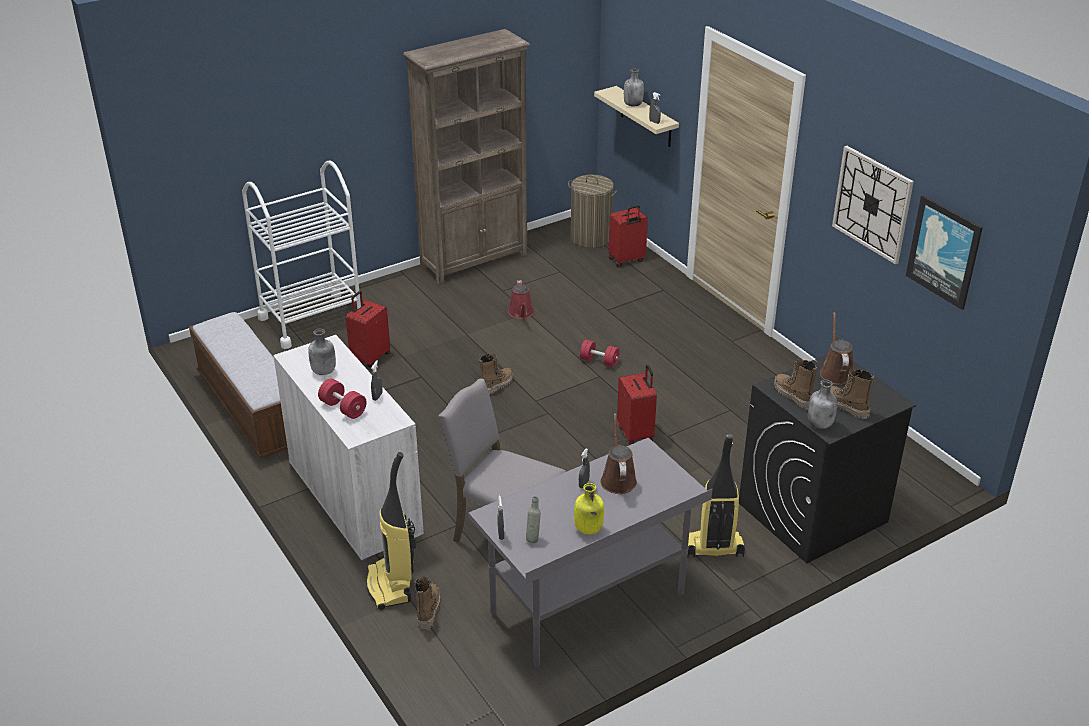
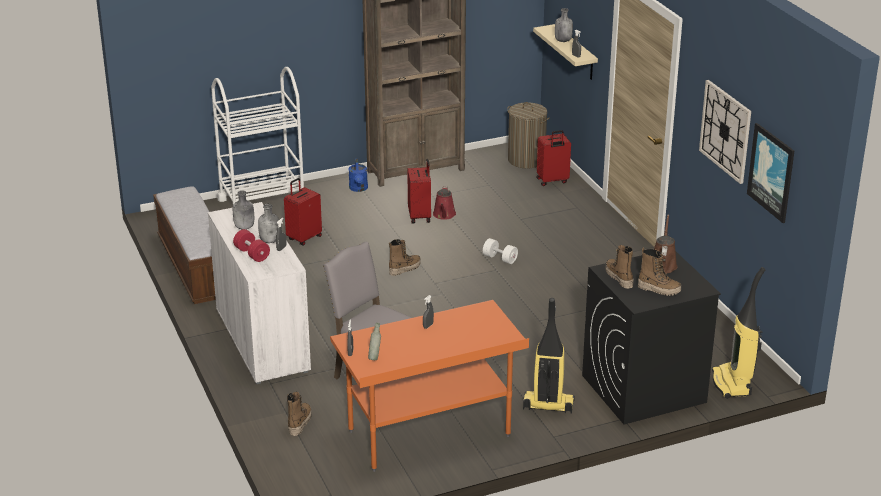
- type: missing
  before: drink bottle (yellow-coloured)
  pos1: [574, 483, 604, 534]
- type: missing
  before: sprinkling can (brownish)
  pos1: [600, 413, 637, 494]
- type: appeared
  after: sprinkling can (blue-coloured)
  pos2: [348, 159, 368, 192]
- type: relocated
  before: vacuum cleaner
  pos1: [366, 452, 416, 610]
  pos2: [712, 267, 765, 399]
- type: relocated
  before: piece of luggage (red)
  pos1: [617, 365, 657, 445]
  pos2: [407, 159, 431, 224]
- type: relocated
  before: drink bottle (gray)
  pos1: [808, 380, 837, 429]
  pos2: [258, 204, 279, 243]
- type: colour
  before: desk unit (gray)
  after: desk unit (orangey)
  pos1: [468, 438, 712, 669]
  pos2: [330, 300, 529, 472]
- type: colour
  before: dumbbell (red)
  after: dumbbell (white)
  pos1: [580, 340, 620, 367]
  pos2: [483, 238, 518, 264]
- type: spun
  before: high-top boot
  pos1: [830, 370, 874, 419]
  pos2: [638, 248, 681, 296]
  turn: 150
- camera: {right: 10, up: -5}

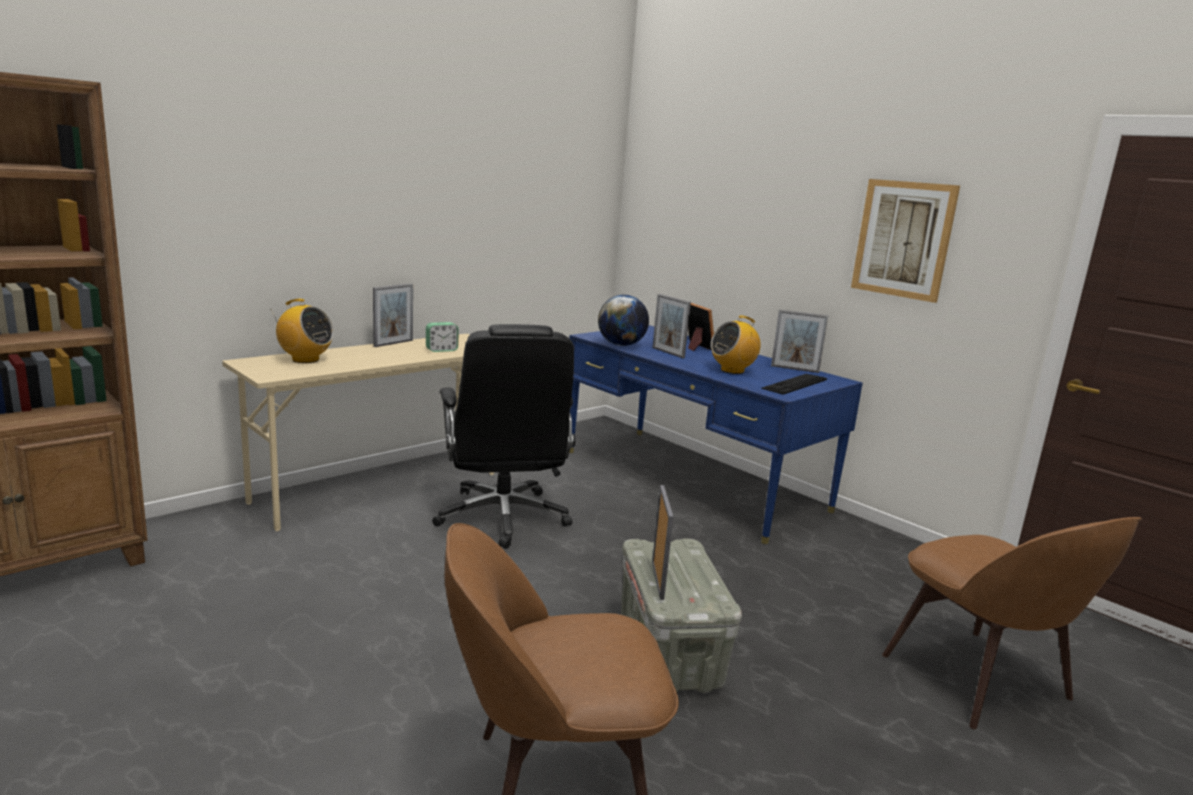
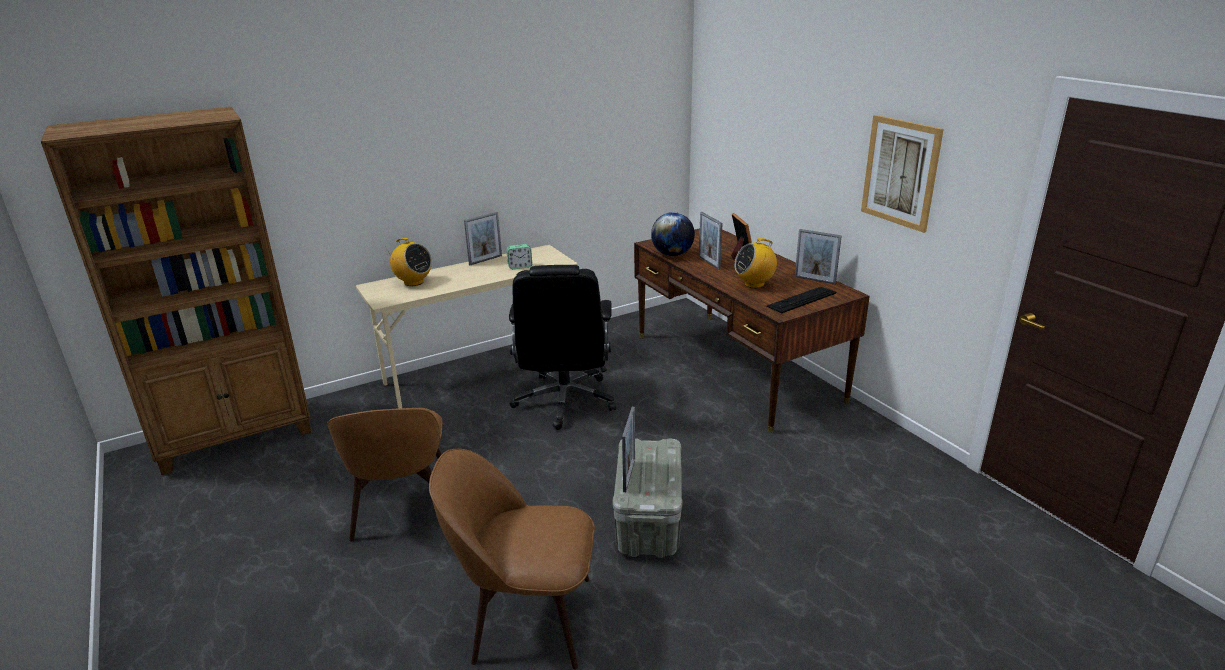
- type: relocated
  before: chair (brownish)
  pos1: [882, 517, 1142, 729]
  pos2: [327, 408, 442, 542]
- type: colour
  before: desk unit (blue-coloured)
  after: desk unit (brownish)
  pos1: [569, 325, 863, 544]
  pos2: [634, 228, 870, 433]
- camera: {right: 15, up: 10}

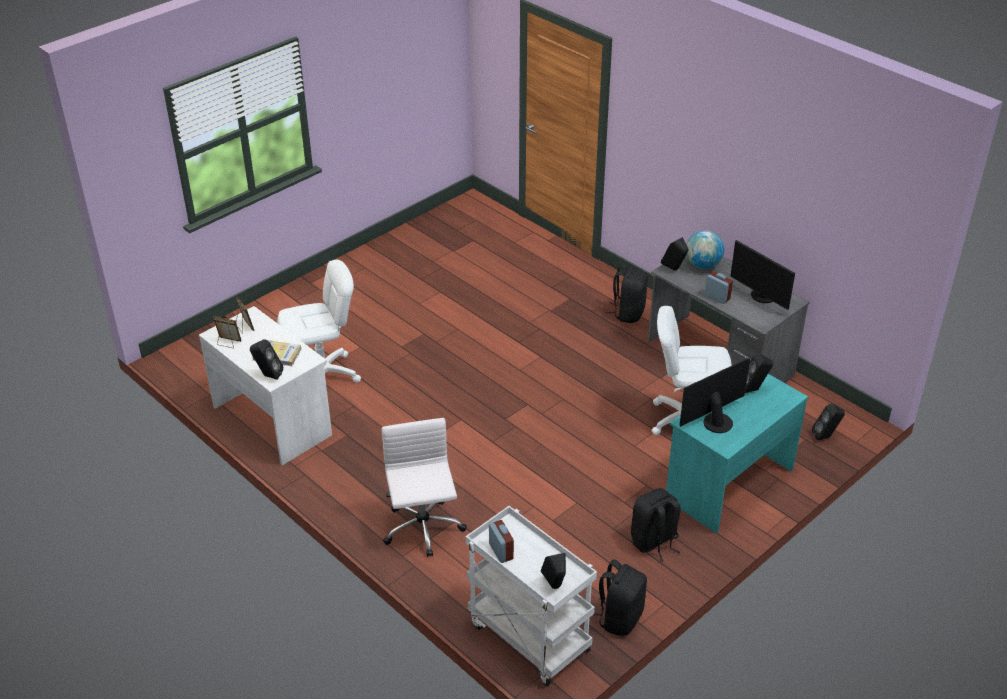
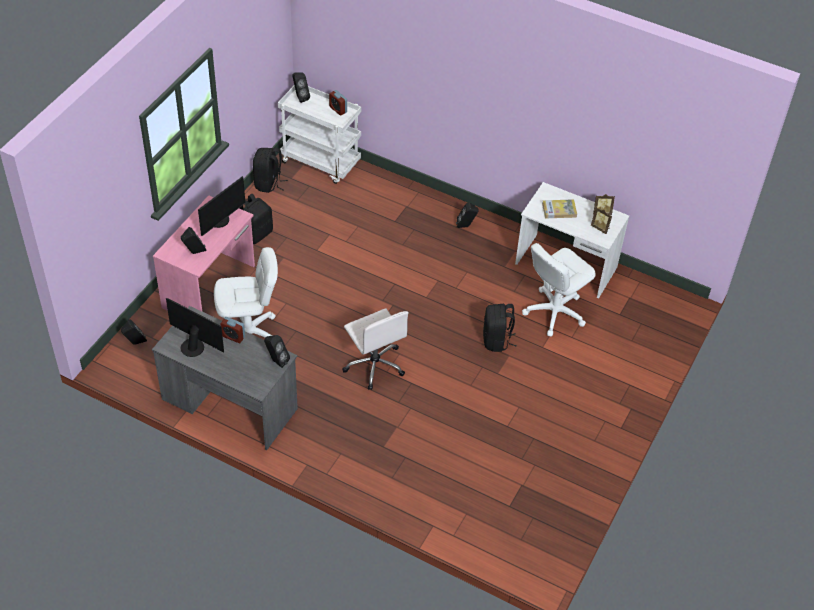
- type: missing
  before: desk globe
  pos1: [686, 230, 724, 269]
- type: relocated
  before: audio speaker (black-coloured)
  pos1: [250, 339, 283, 380]
  pos2: [456, 202, 479, 228]
- type: relocated
  before: computer chair (white)
  pos1: [382, 418, 467, 557]
  pos2: [342, 308, 409, 390]
- type: relocated
  before: backpack (black-coloured)
  pos1: [605, 264, 648, 323]
  pos2: [483, 304, 517, 352]
- type: colour
  before: desk unit (turquoise-coloured)
  after: desk unit (pinkish)
  pos1: [666, 374, 808, 534]
  pos2: [153, 195, 255, 311]
- camera: {right: 160, up: 10}

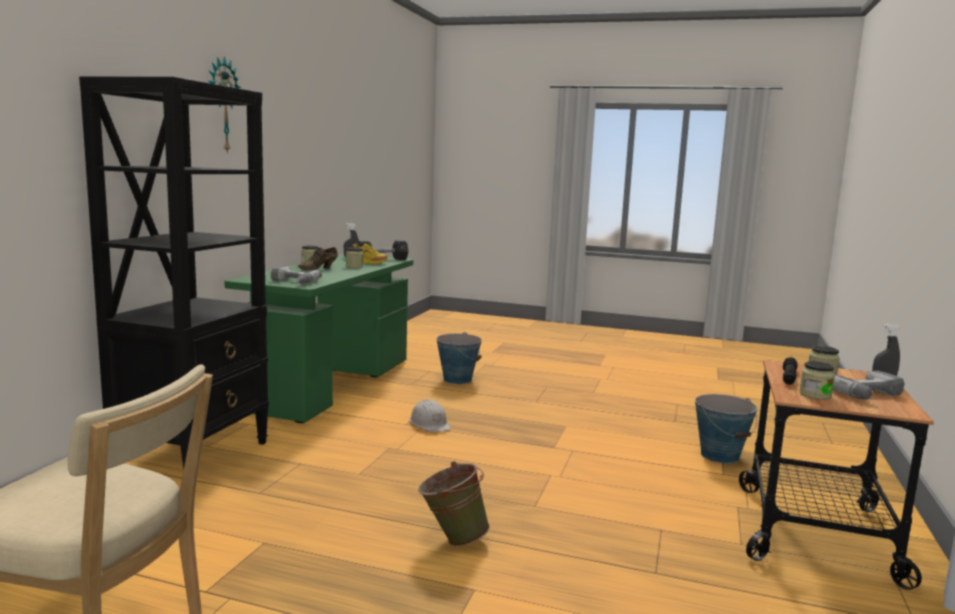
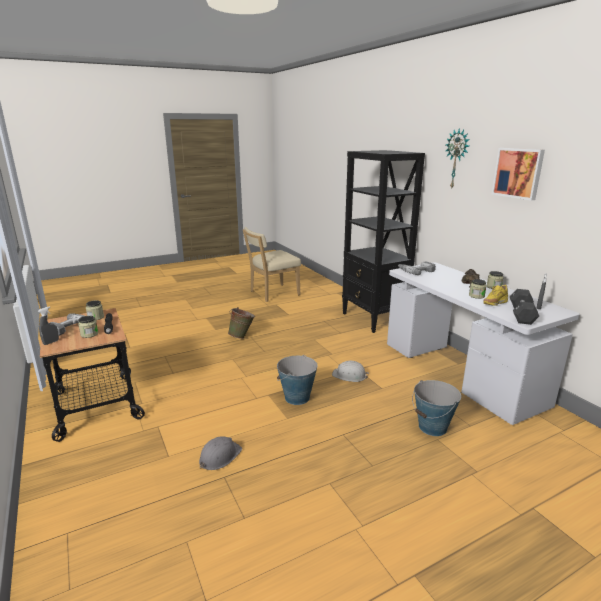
- type: appeared
  after: hard hat (gray)
  pos2: [199, 436, 242, 470]
- type: appeared
  after: wall picture
  pos2: [492, 148, 545, 200]
- type: relocated
  before: bucket
  pos1: [695, 394, 758, 464]
  pos2: [277, 355, 318, 405]
- type: colour
  before: desk unit (green)
  after: desk unit (white)
  pos1: [224, 254, 413, 423]
  pos2: [387, 262, 580, 425]
- camera: {right: 135, up: 10}

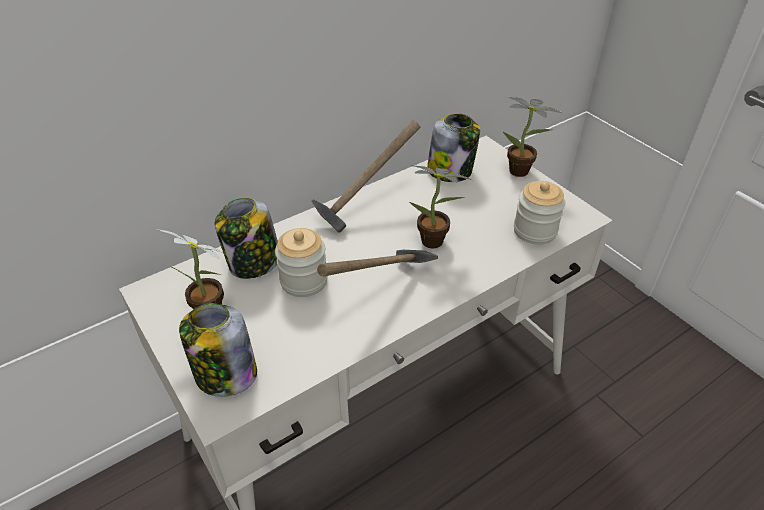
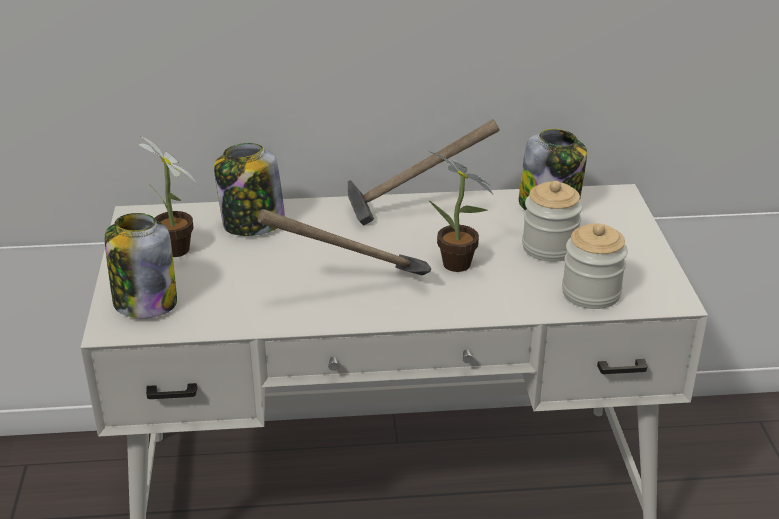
- type: missing
  before: houseplant
  pos1: [503, 97, 562, 177]
- type: relocated
  before: jar
  pos1: [275, 228, 328, 297]
  pos2: [522, 181, 583, 262]
- camera: {right: 30, up: -10}

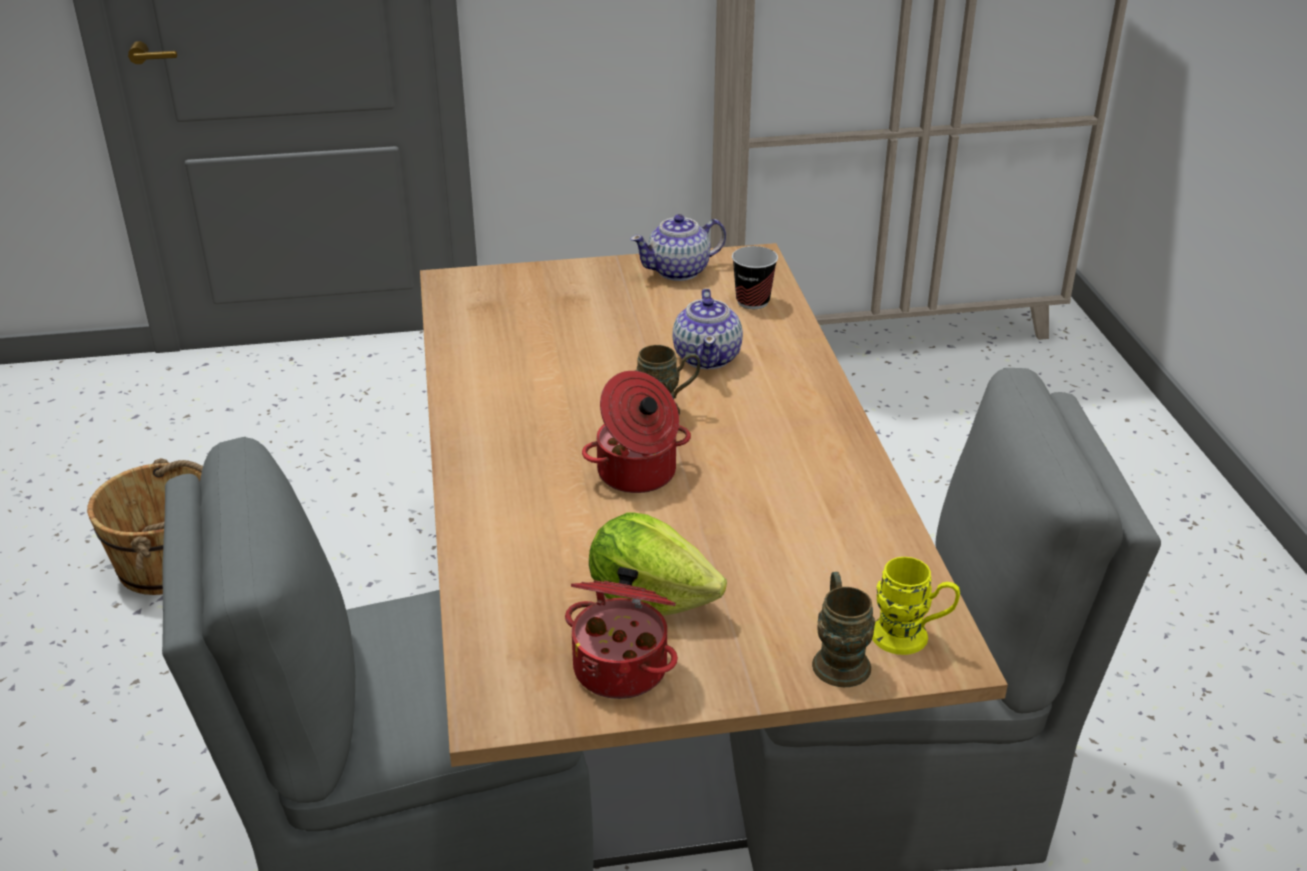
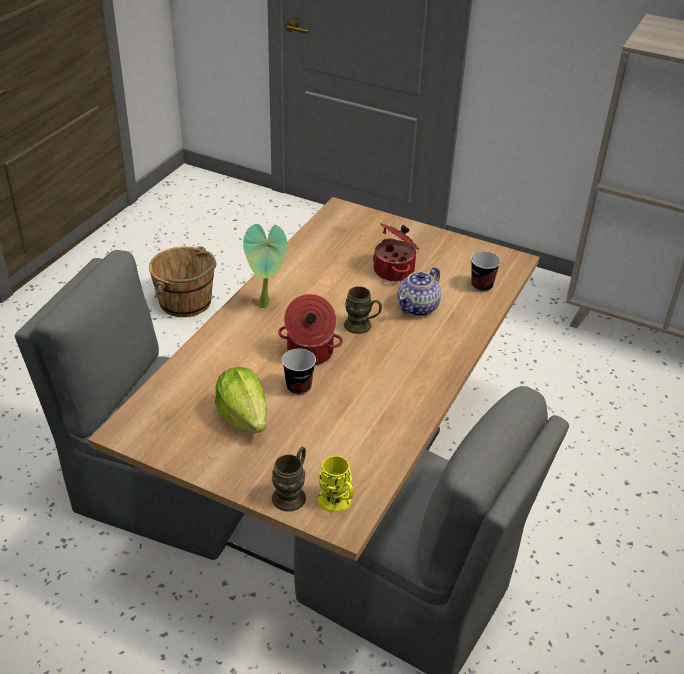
- type: missing
  before: tea pot
  pos1: [630, 214, 726, 281]
- type: appeared
  after: houseplant
  pos2: [243, 224, 288, 308]
- type: appeared
  after: drinking cup
  pos2: [282, 349, 316, 395]
- type: relocated
  before: stockpot
  pos1: [565, 567, 678, 699]
  pos2: [373, 223, 419, 281]
- camera: {right: 35, up: 5}

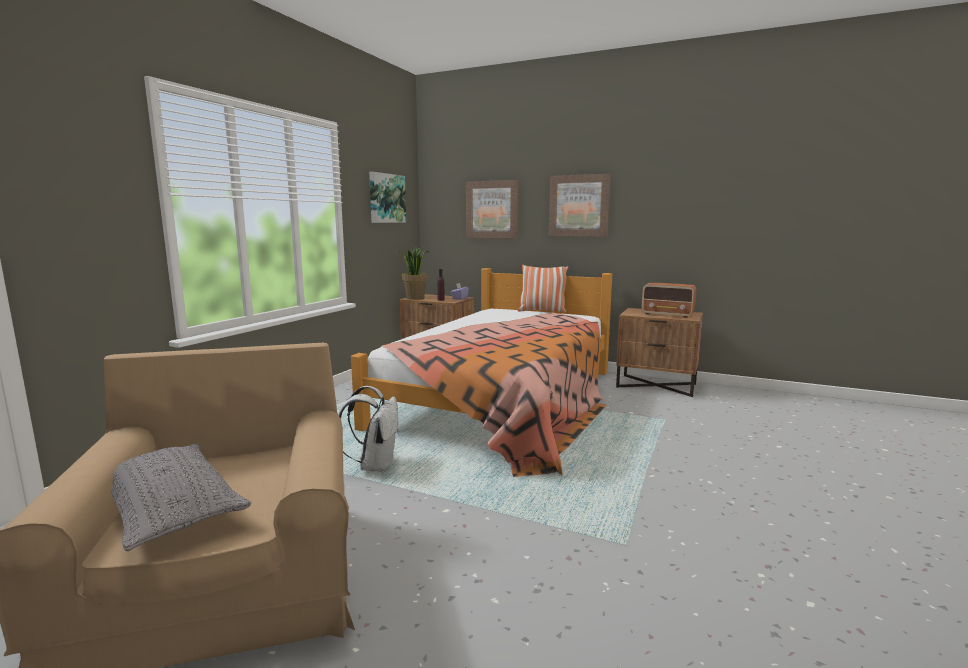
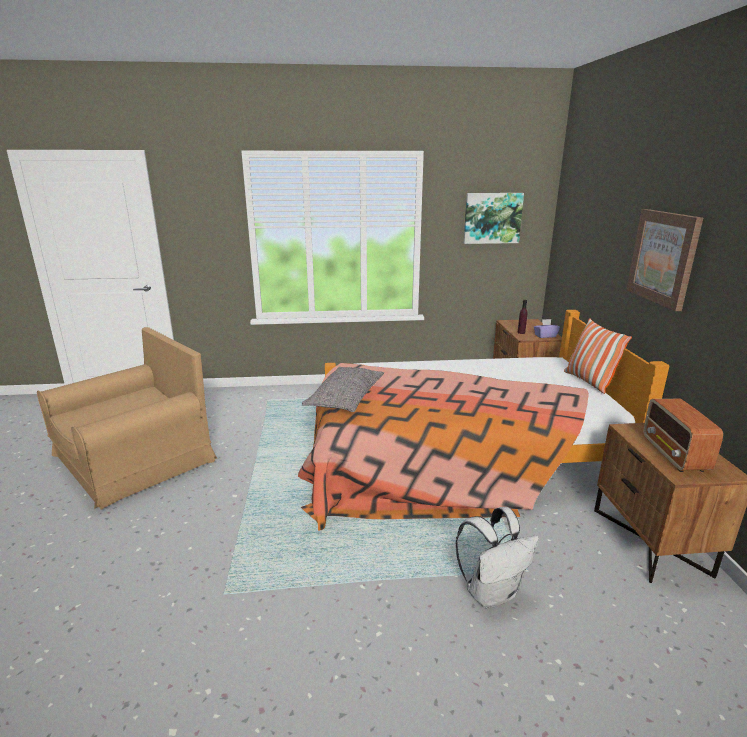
- type: missing
  before: houseplant
  pos1: [400, 248, 429, 300]
- type: missing
  before: wall picture
  pos1: [466, 180, 519, 239]
- type: relocated
  before: pillow (gray)
  pos1: [111, 444, 251, 551]
  pos2: [302, 367, 384, 412]
- type: relocated
  before: backpack (white)
  pos1: [338, 386, 399, 473]
  pos2: [456, 507, 539, 609]
- camera: {right: 60, up: 10}

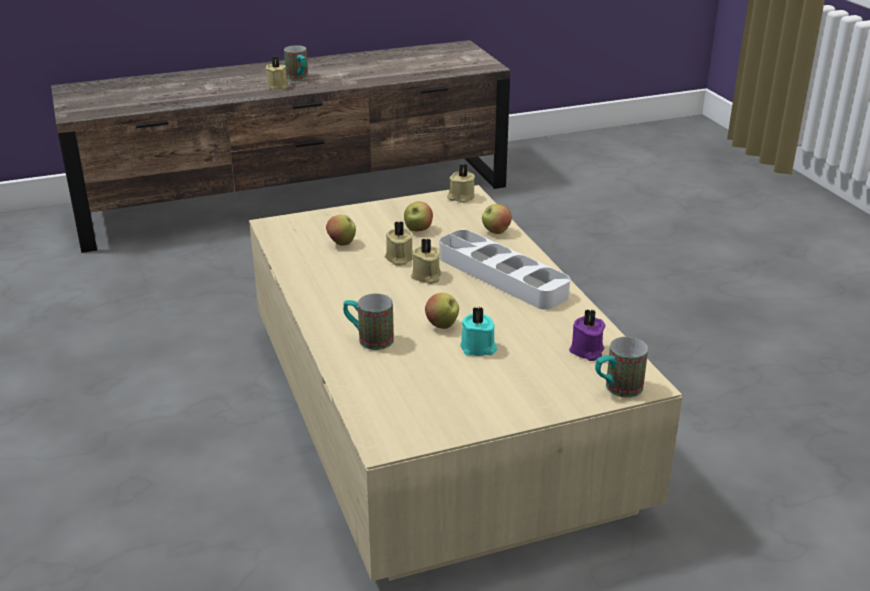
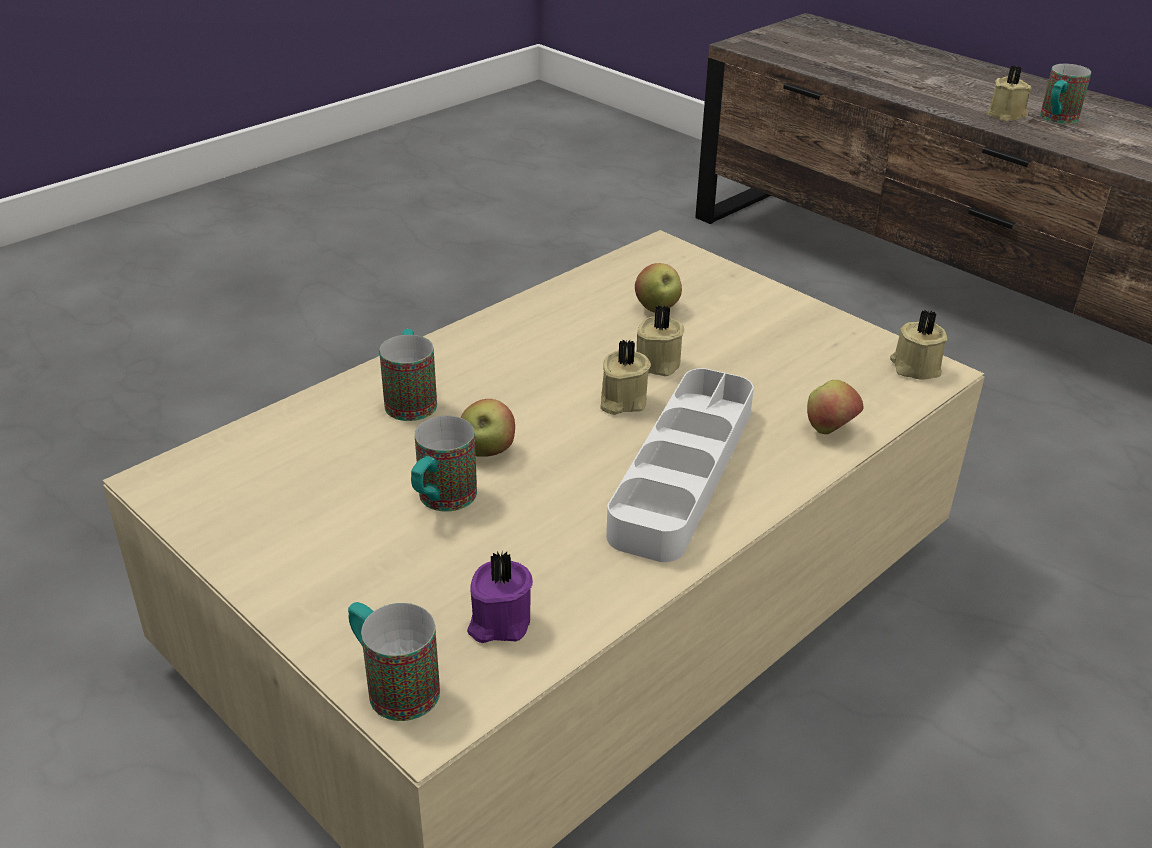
- type: missing
  before: apple fruit
  pos1: [404, 202, 433, 231]
- type: exchanged
  before: wax light (turquoise-coloured)
  after: tea mug
  pos1: [460, 307, 497, 356]
  pos2: [411, 416, 477, 512]
- camera: {right: 65, up: 5}

